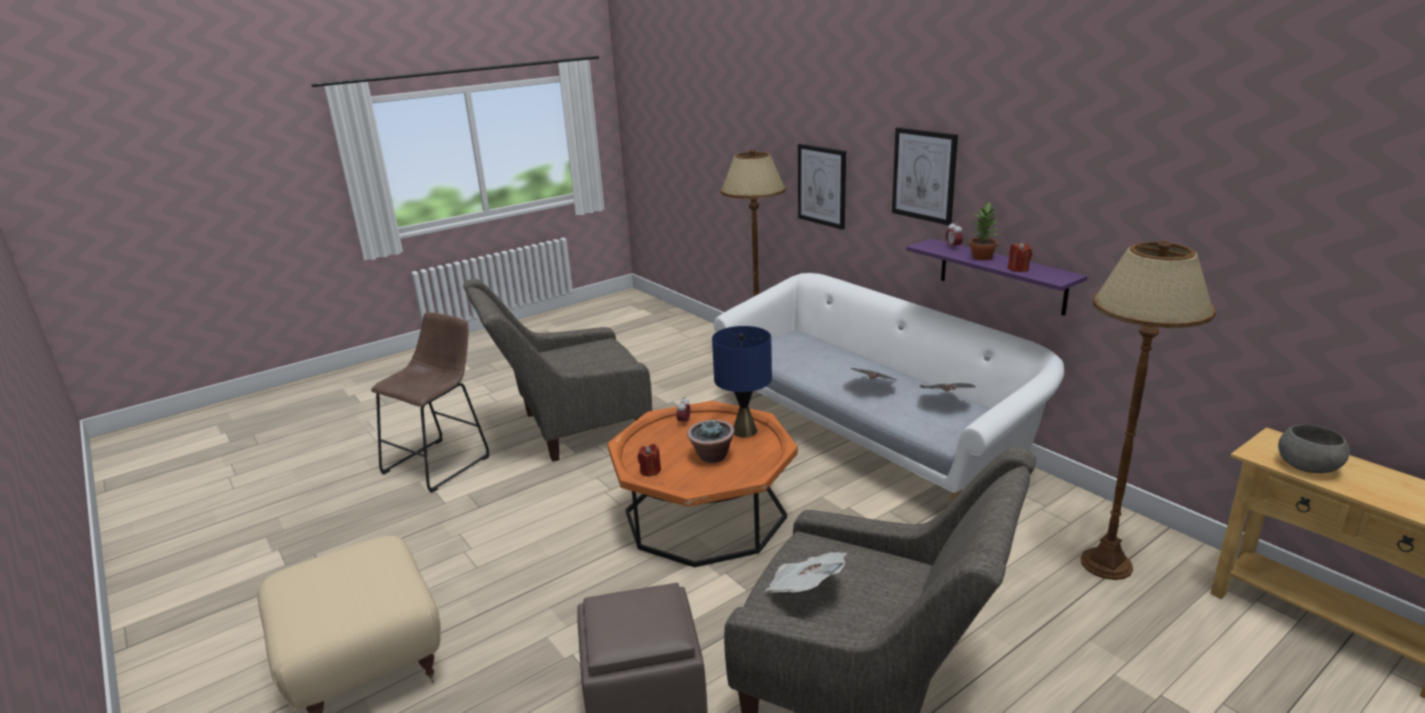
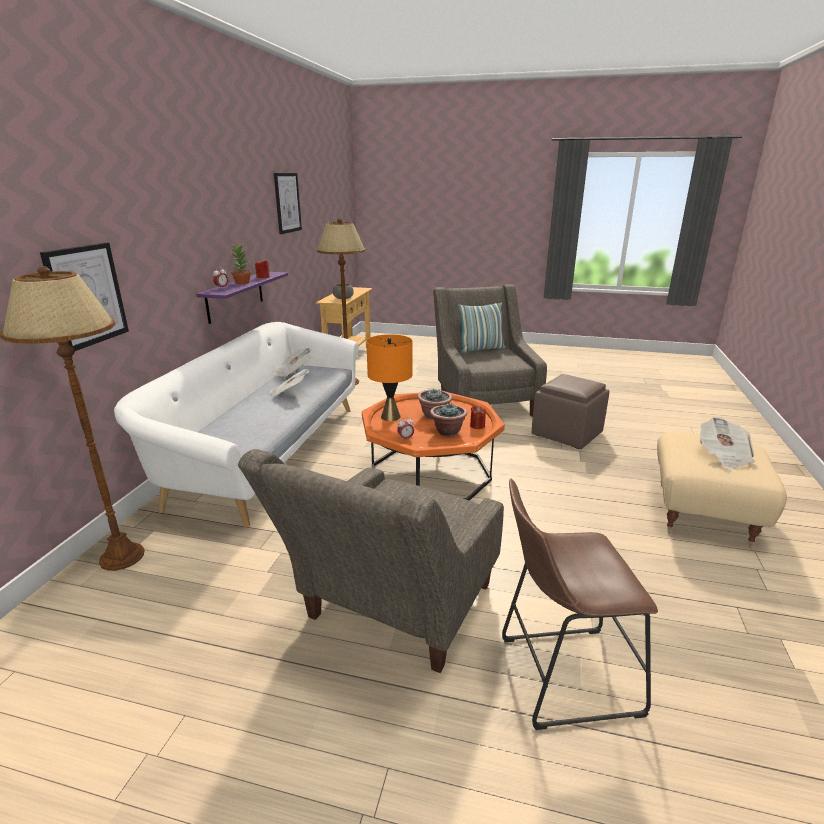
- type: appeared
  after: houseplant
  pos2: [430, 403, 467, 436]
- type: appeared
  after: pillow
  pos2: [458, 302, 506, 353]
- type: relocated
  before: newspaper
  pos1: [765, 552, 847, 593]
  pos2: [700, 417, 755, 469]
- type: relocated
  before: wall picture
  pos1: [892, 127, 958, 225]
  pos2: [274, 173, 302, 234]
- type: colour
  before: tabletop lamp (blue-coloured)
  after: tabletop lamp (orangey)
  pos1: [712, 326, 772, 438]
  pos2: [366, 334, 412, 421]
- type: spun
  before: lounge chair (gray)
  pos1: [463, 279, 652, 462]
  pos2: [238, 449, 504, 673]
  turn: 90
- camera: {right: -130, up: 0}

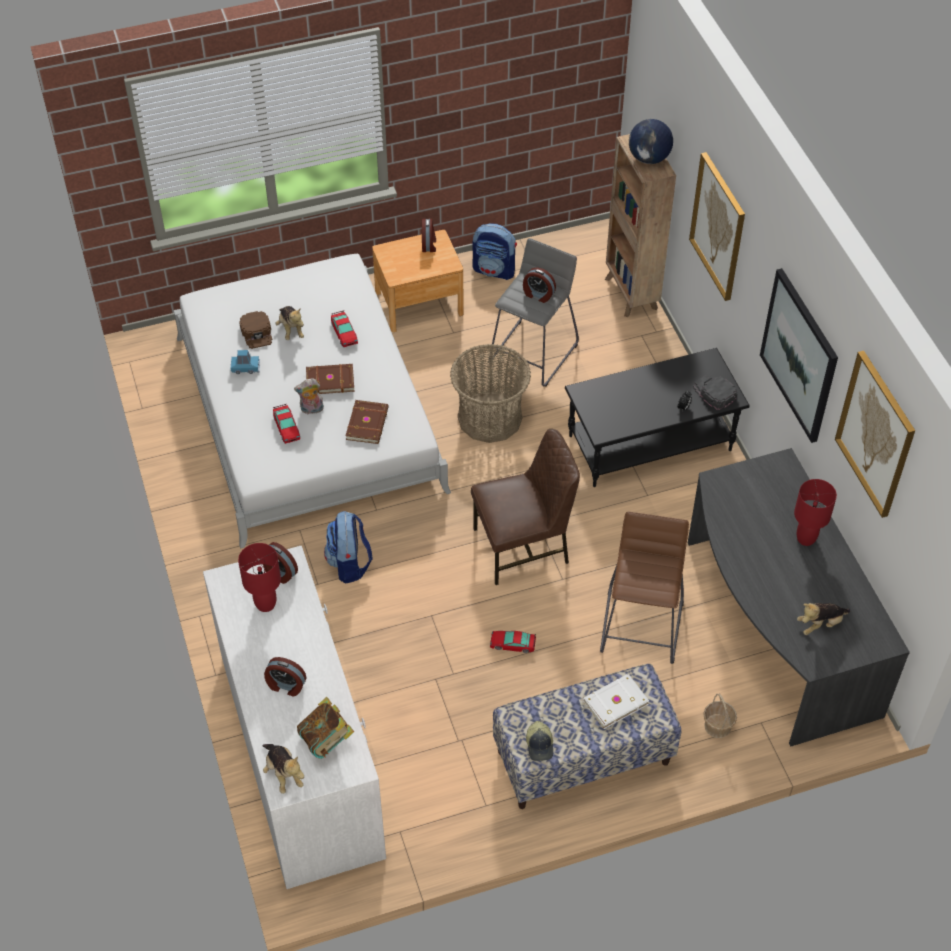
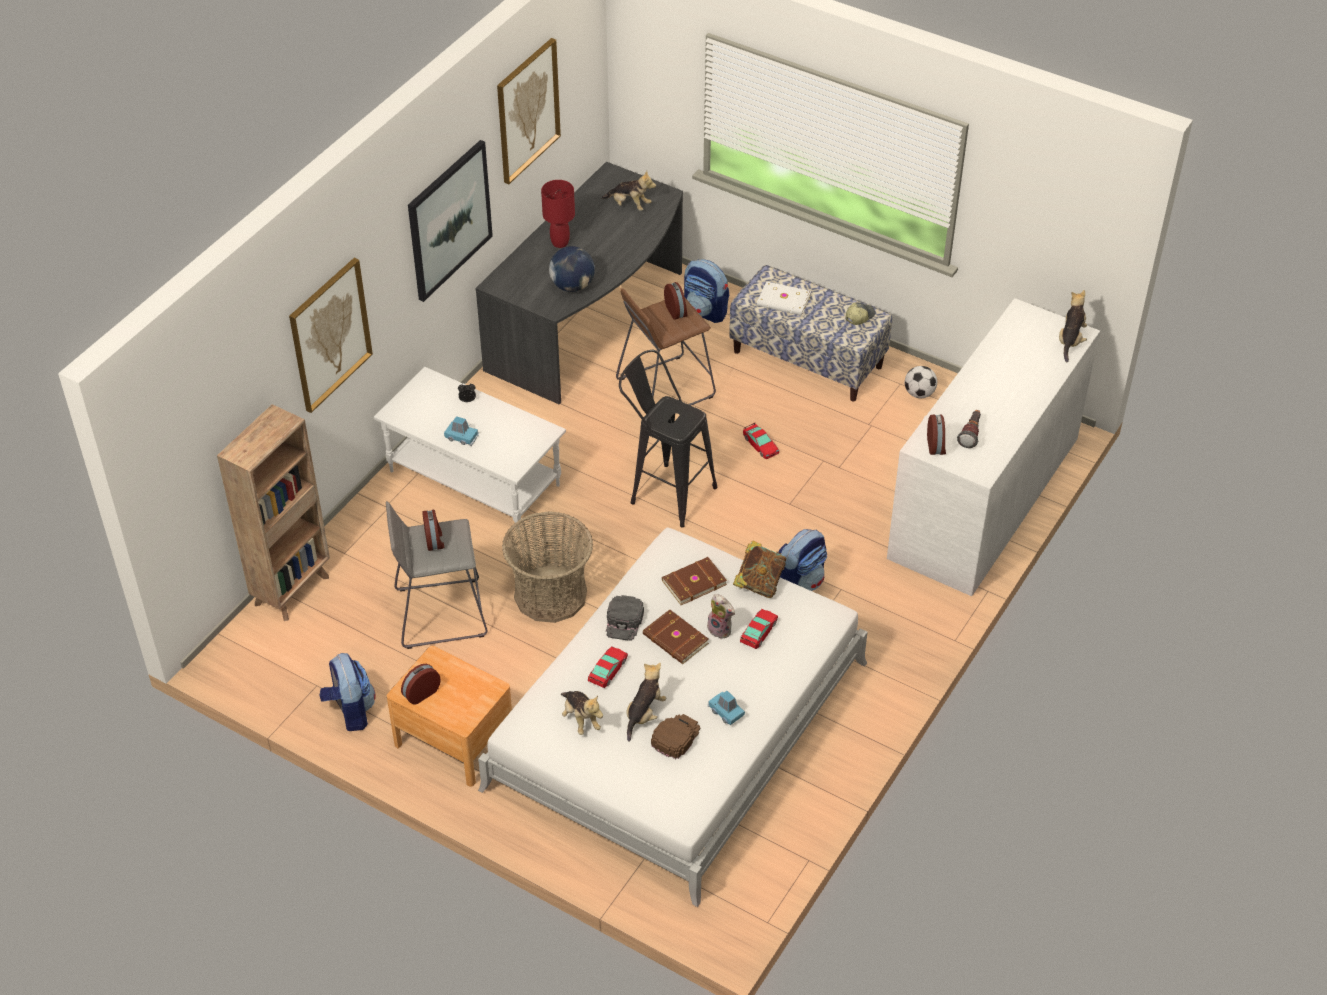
- type: appeared
  after: model car (blue-coloured)
  pos2: [444, 416, 479, 446]
- type: appeared
  after: plush toy
  pos2: [561, 691, 603, 735]
- type: appeared
  after: ball for football
  pos2: [905, 366, 937, 398]
- type: relocated
  before: bedside clock
  pos1: [264, 657, 306, 697]
  pos2: [664, 282, 687, 320]
- type: relocated
  before: book
  pos1: [297, 697, 354, 759]
  pos2: [733, 541, 786, 598]
- type: relocated
  before: desk globe
  pos1: [629, 119, 673, 164]
  pos2: [549, 246, 595, 292]
- type: relocated
  before: cap (black-coloured)
  pos1: [693, 376, 737, 410]
  pos2: [606, 595, 644, 641]
- type: exchanged
  before: tabletop lamp (red)
  after: hand torch
  pos1: [238, 543, 281, 612]
  pos2: [957, 410, 981, 448]
- type: exchanged
  before: chair (brownish)
  after: stool (black-coloured)
  pos1: [471, 429, 580, 585]
  pos2: [619, 350, 717, 527]
- type: exchanged
  before: household basket
  after: backpack
  pos1: [703, 693, 737, 738]
  pos2: [684, 259, 729, 323]
- type: colour
  before: low table (black-coloured)
  after: low table (white)
  pos1: [565, 348, 750, 487]
  pos2: [374, 367, 566, 527]
- camera: {right: -130, up: -5}

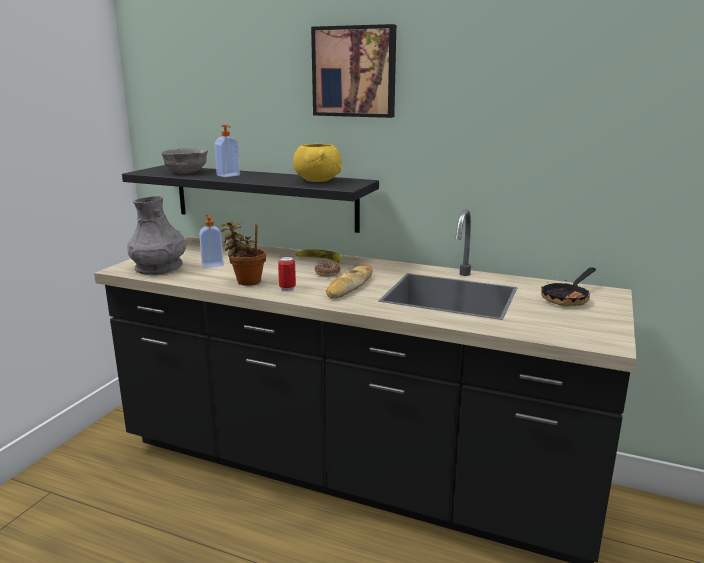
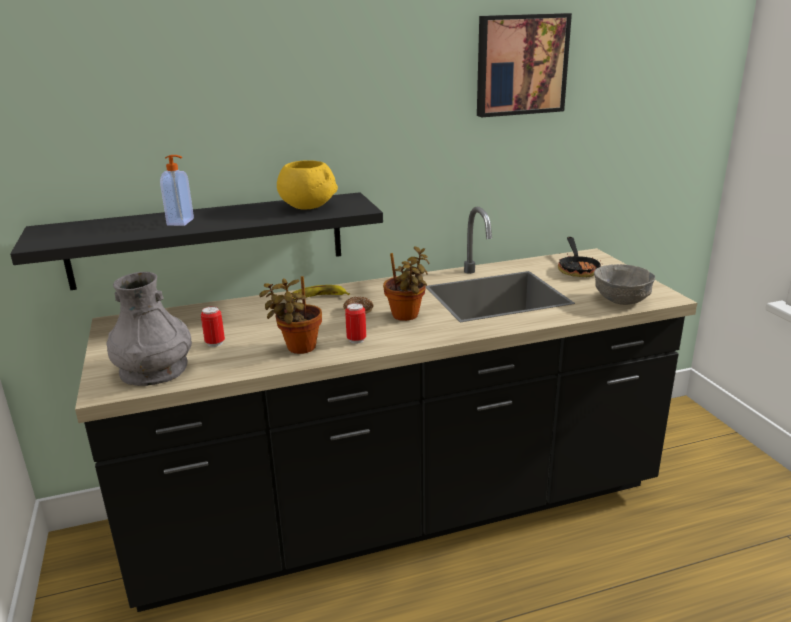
- type: relocated
  before: deep dish (gray)
  pos1: [161, 148, 208, 174]
  pos2: [594, 264, 655, 305]
- type: relocated
  before: wall picture
  pos1: [311, 24, 396, 118]
  pos2: [477, 13, 572, 117]
- type: exchanged
  before: soap dispenser
  after: metal can
  pos1: [199, 215, 224, 268]
  pos2: [201, 306, 225, 347]
- type: exchanged
  before: bread
  after: houseplant
  pos1: [326, 265, 372, 298]
  pos2: [383, 246, 429, 321]
- camera: {right: -40, up: 5}

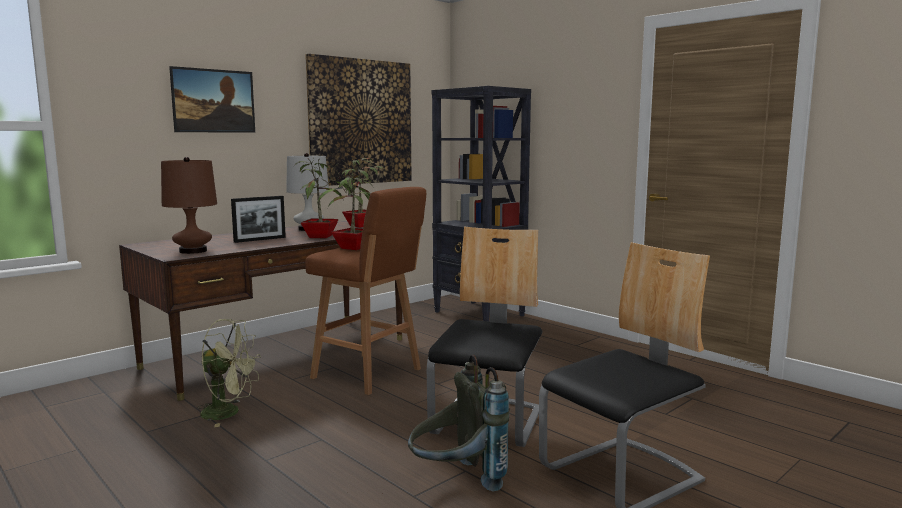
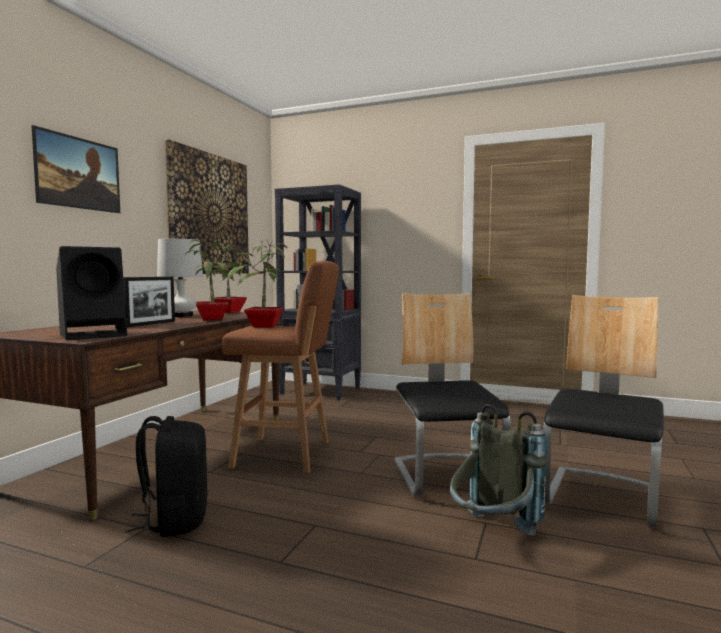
- type: exchanged
  before: tabletop lamp (brownish)
  after: audio speaker (black-coloured)
  pos1: [161, 157, 217, 254]
  pos2: [56, 246, 127, 340]
- type: exchanged
  before: fan (green)
  after: backpack (black-coloured)
  pos1: [197, 319, 261, 427]
  pos2: [125, 416, 207, 537]
- camera: {right: -25, up: -5}

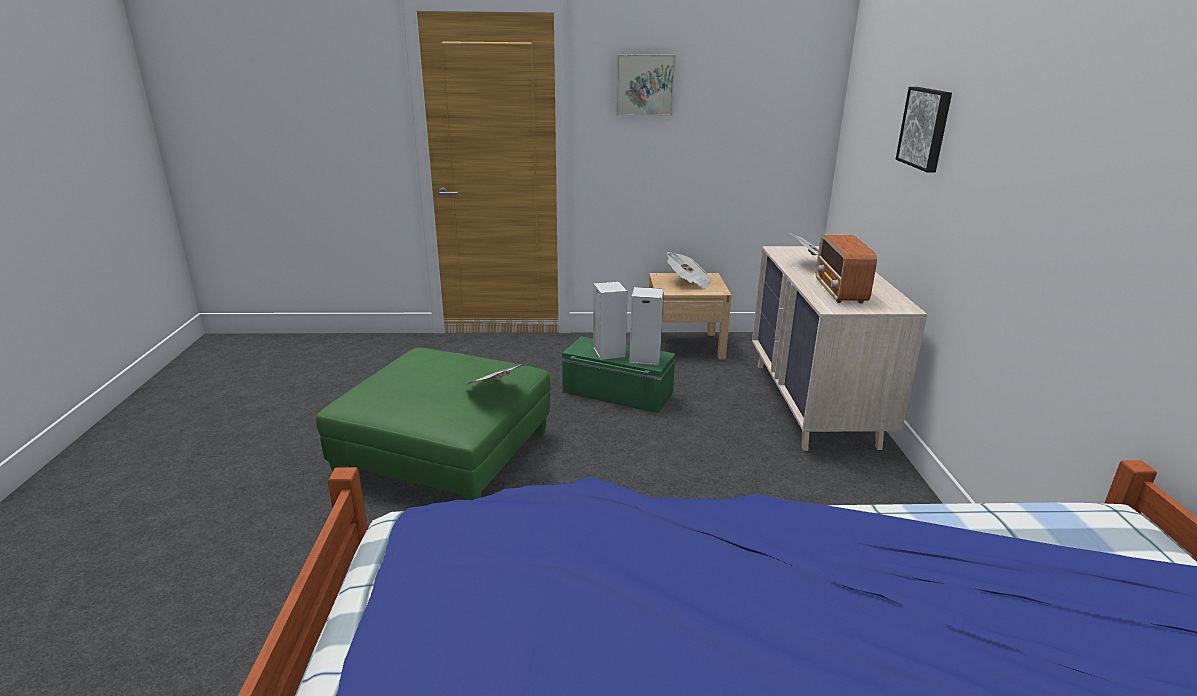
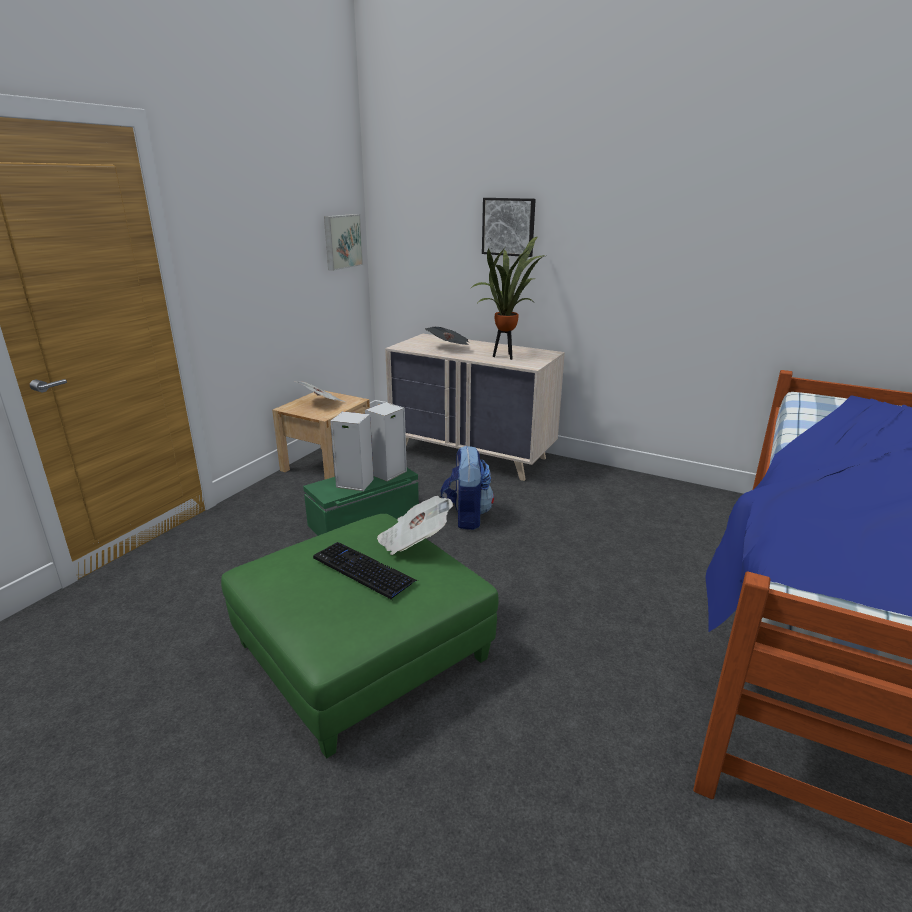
- type: appeared
  after: PC keyboard
  pos2: [313, 542, 418, 600]
- type: appeared
  after: backpack
  pos2: [441, 445, 494, 530]
- type: relocated
  before: wall picture
  pos1: [616, 54, 676, 116]
  pos2: [324, 214, 363, 271]
- type: exchanged
  before: radio
  after: houseplant
  pos1: [816, 235, 877, 303]
  pos2: [470, 236, 545, 360]
- camera: {right: -60, up: 0}

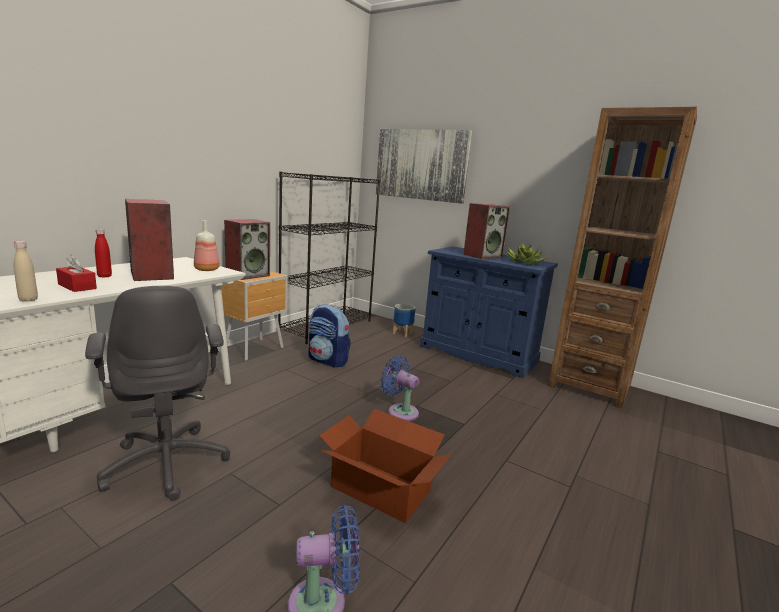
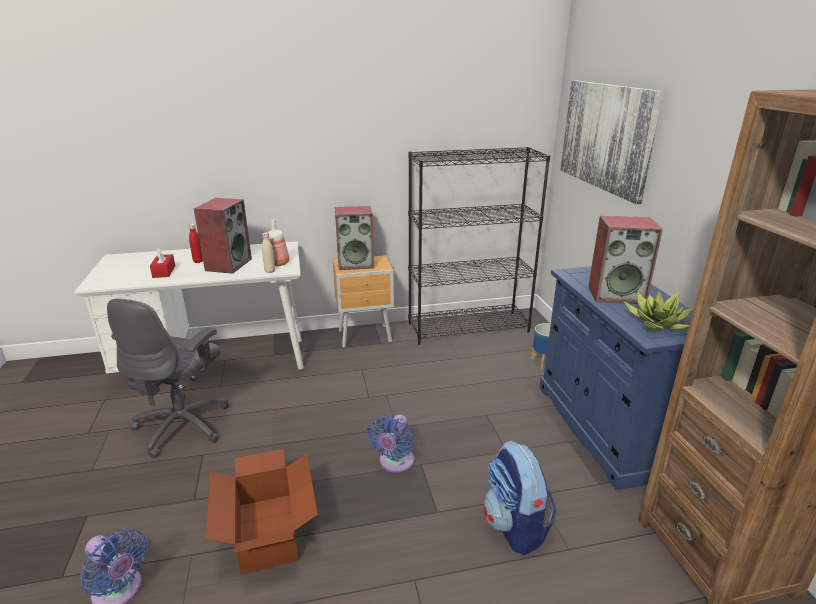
- type: relocated
  before: drink bottle (sand-coloured)
  pos1: [14, 241, 38, 302]
  pos2: [262, 232, 275, 273]
- type: relocated
  before: backpack
  pos1: [308, 304, 351, 368]
  pos2: [483, 440, 556, 555]
- type: spun
  before: fan (blue-coloured)
  pos1: [380, 356, 419, 421]
  pos2: [367, 414, 414, 473]
  turn: -150
- camera: {right: 45, up: 10}

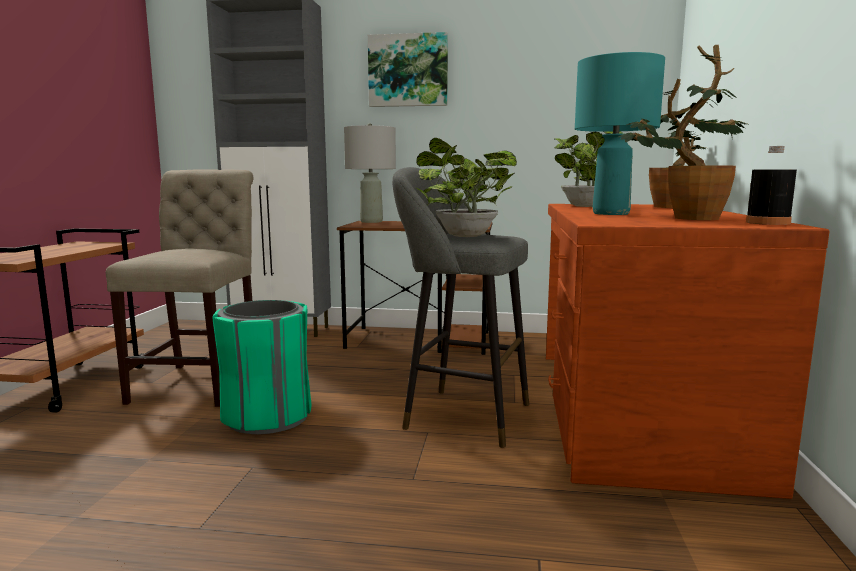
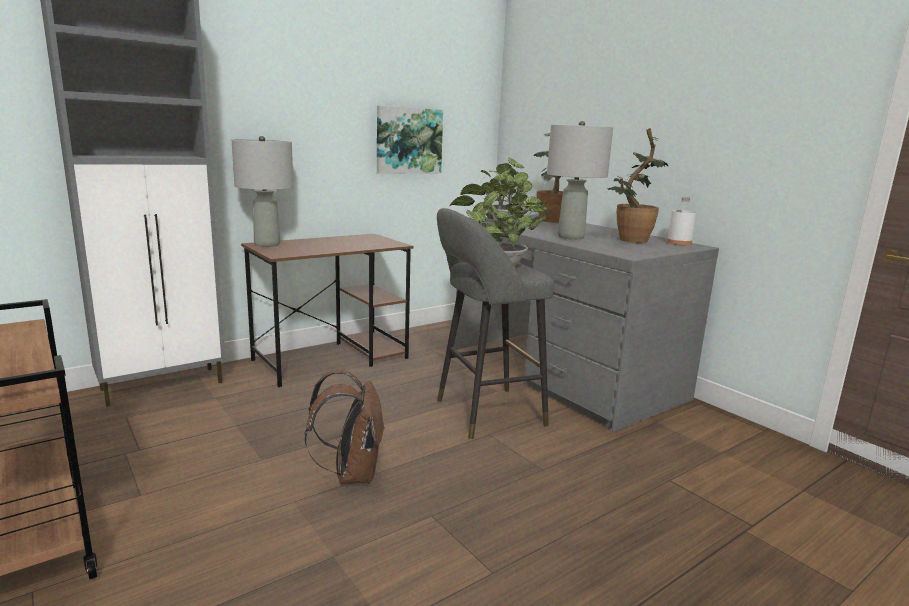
- type: missing
  before: chair (sand-coloured)
  pos1: [106, 169, 253, 407]
- type: relocated
  before: wall picture
  pos1: [368, 32, 448, 107]
  pos2: [377, 106, 443, 174]
- type: exchanged
  before: rubbish bin (green)
  after: backpack (brownish)
  pos1: [212, 300, 311, 434]
  pos2: [305, 370, 385, 484]
- type: colour
  before: desk unit (brownish)
  after: desk unit (gray)
  pos1: [546, 204, 830, 499]
  pos2: [454, 214, 719, 432]
- type: colour
  before: tabletop lamp (turquoise-coloured)
  after: tabletop lamp (gray)
  pos1: [575, 52, 665, 215]
  pos2: [547, 121, 613, 240]
- type: colour
  before: drink bottle (black-coloured)
  after: drink bottle (white)
  pos1: [746, 146, 797, 225]
  pos2: [667, 197, 696, 246]
- camera: {right: -45, up: 5}

